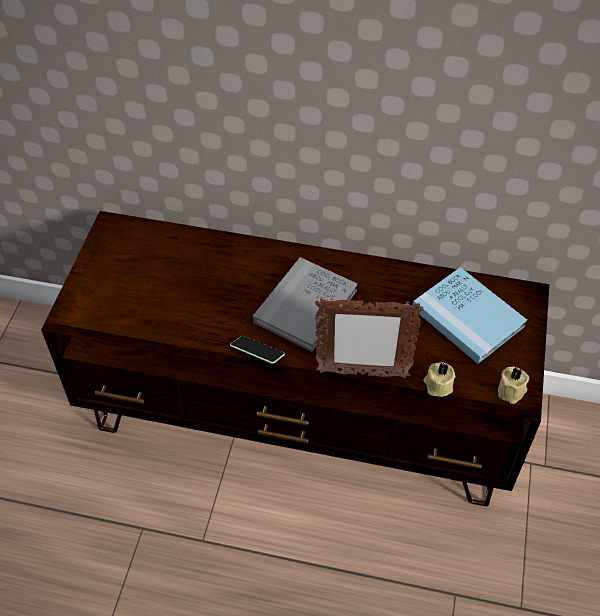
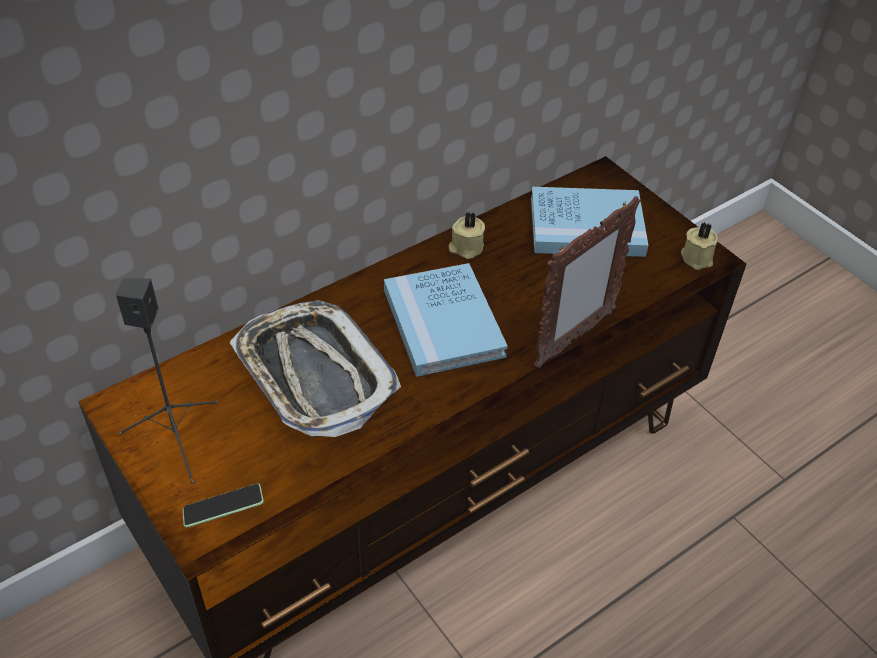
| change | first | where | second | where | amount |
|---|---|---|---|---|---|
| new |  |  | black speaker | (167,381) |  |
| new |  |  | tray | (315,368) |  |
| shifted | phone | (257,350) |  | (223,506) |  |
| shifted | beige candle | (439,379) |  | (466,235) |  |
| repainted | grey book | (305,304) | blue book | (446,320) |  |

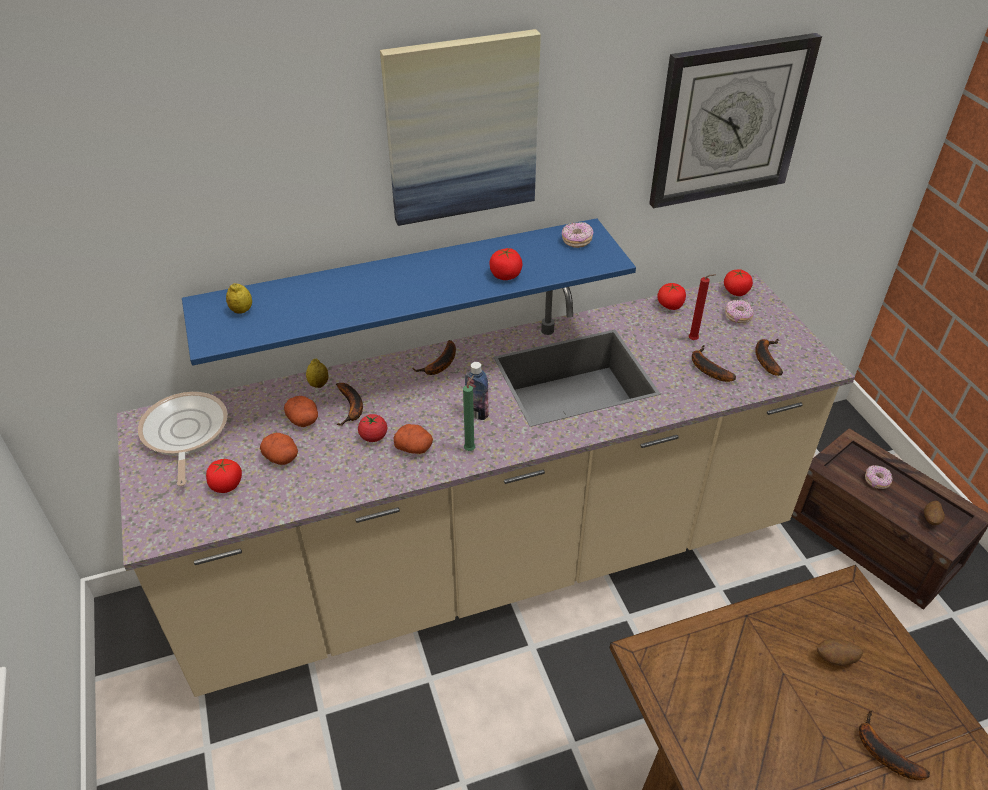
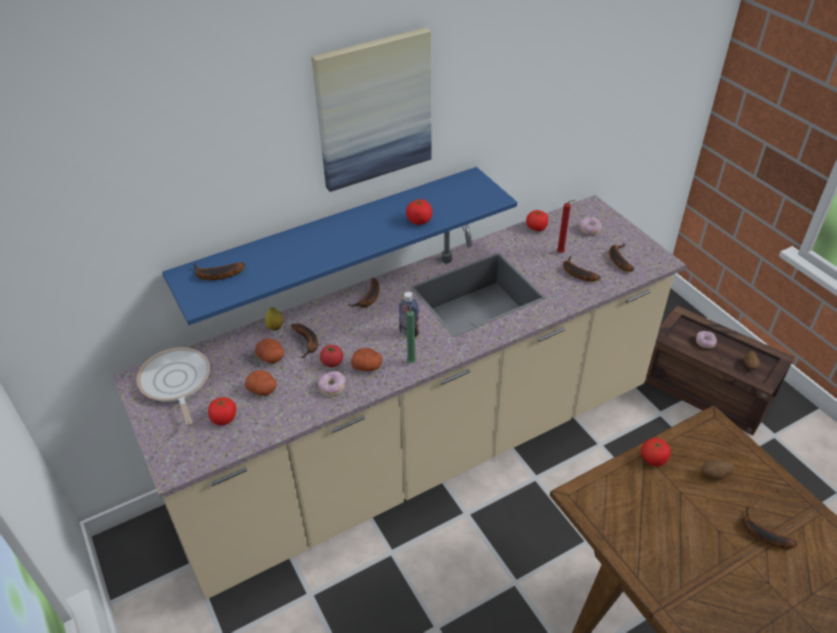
| change | first | where | second | where | amount |
|---|---|---|---|---|---|
| gone | wall clock | (735,120) |  |  |  |
| shifted | donut | (577,235) |  | (331,383) |  |
| shifted | tomato | (738,282) |  | (656,452) |  |
| swapped | lemon | (239,298) | banana | (219,271) |  |

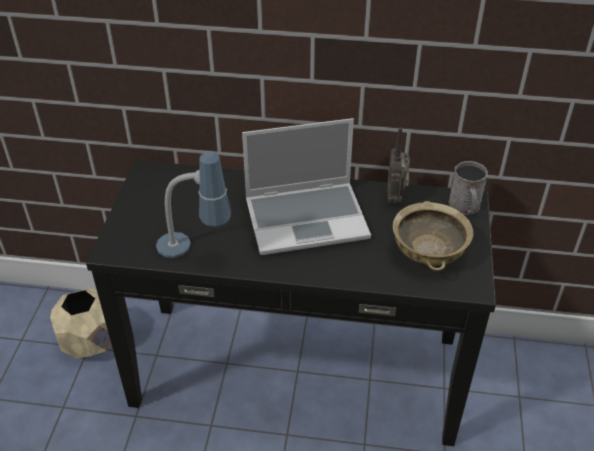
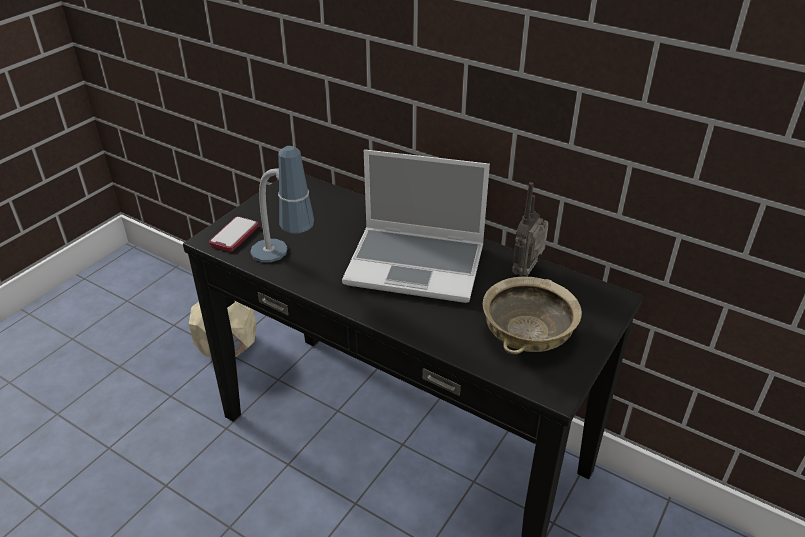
| change | first | where | second | where | amount |
|---|---|---|---|---|---|
| gone | grey mug | (468,188) |  |  |  |
| new |  |  | phone | (233,234) |  |

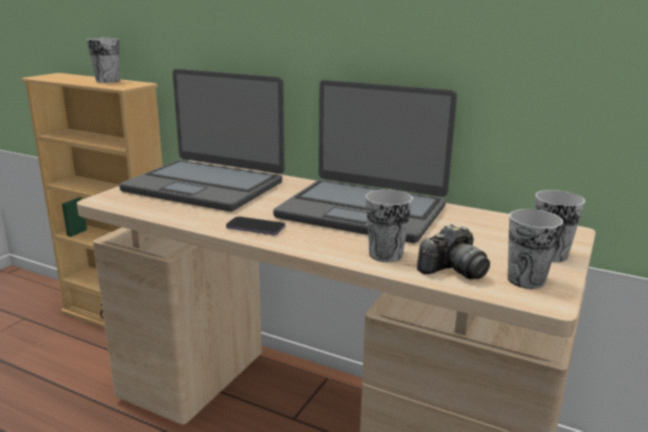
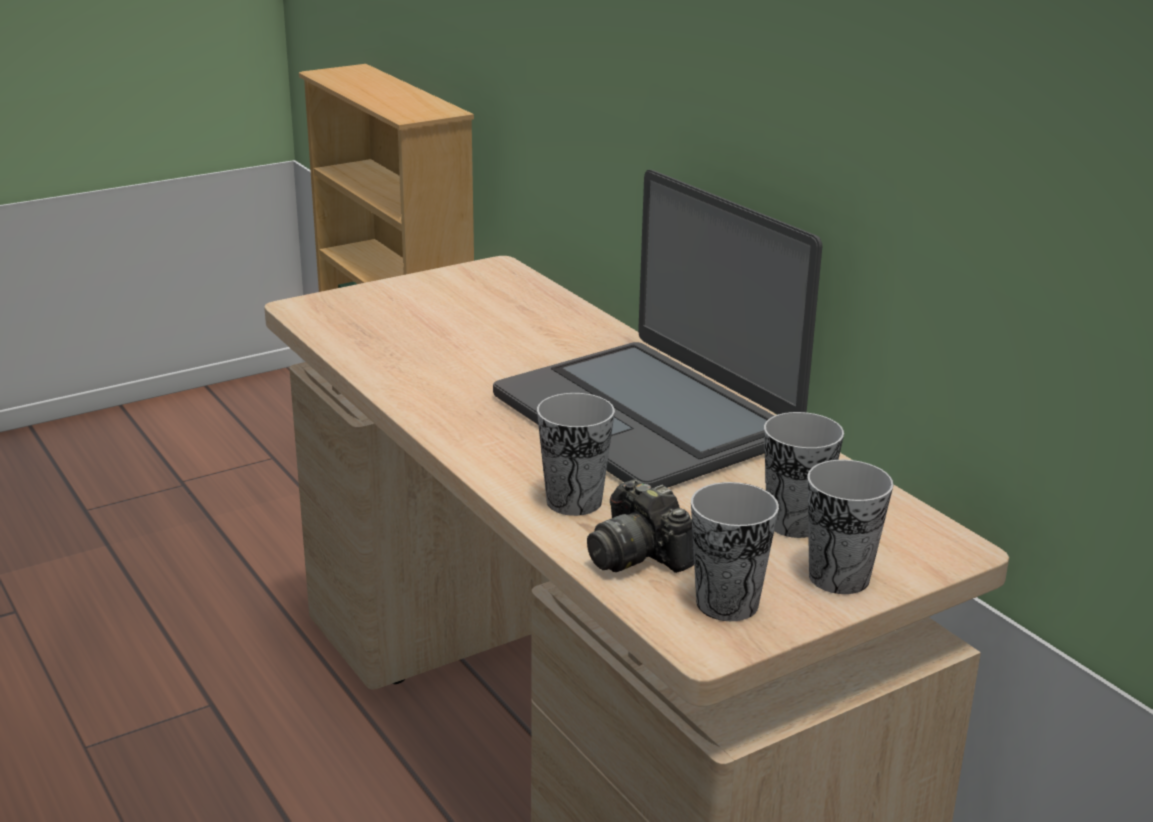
| change | first | where | second | where | amount |
|---|---|---|---|---|---|
| gone | laptop | (201,140) |  |  |  |
| gone | phone | (255,226) |  |  |  |
| shifted | cup | (103,60) |  | (804,475) |  |
| rotated | photo camera | (453,251) |  | (640,526) | 60 degrees clockwise |

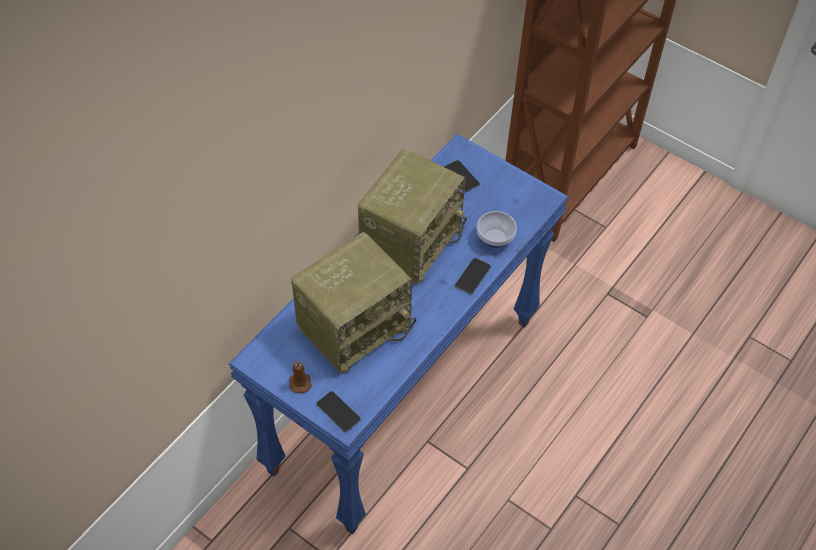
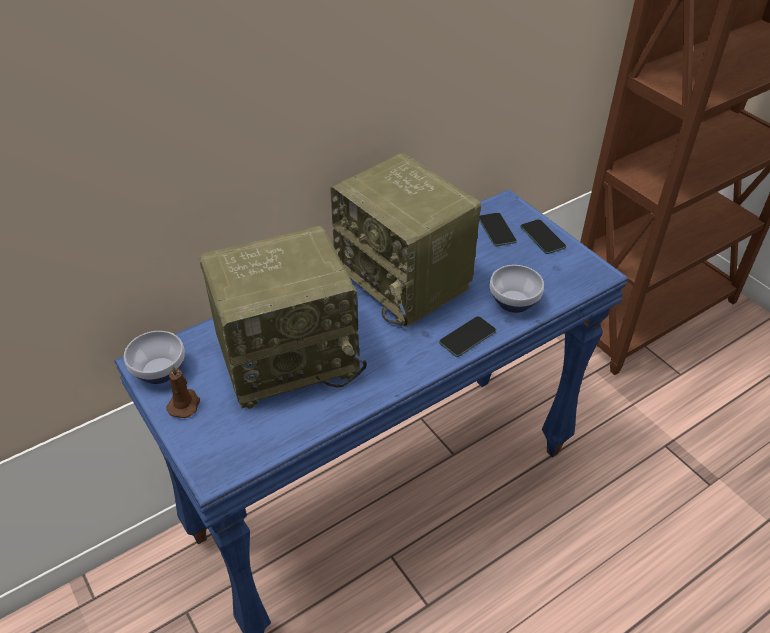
| change | first | where | second | where | amount |
|---|---|---|---|---|---|
| new |  |  | bowl | (154,357) |  |
| shifted | phone | (338,411) |  | (543,236) |  |
| rotated | radio | (412,216) |  | (405,240) | 90 degrees clockwise |

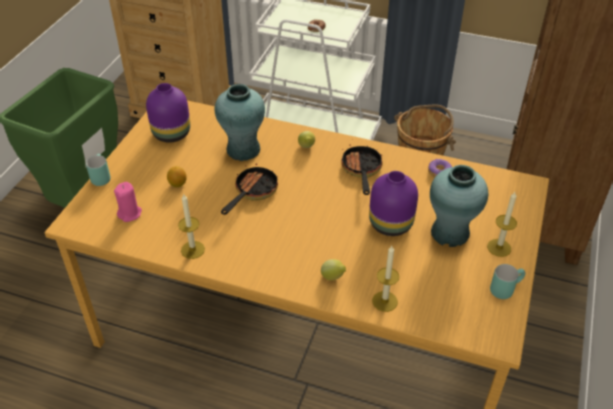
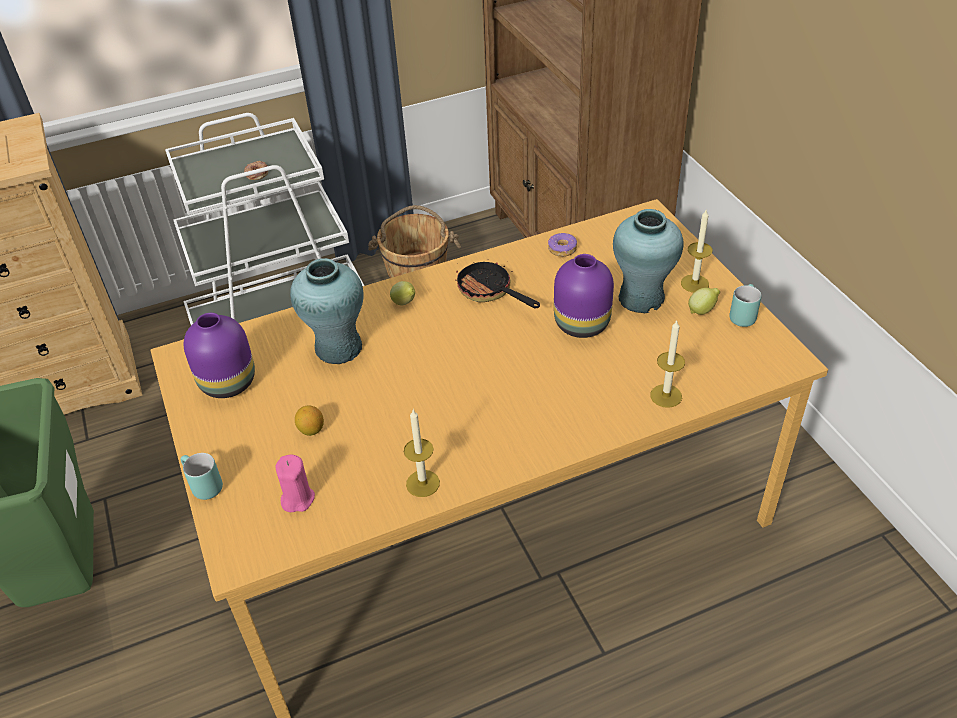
| change | first | where | second | where | amount |
|---|---|---|---|---|---|
| gone | frying pan | (249,189) |  |  |  |
| shifted | lemon | (333,270) |  | (704,301) |  |

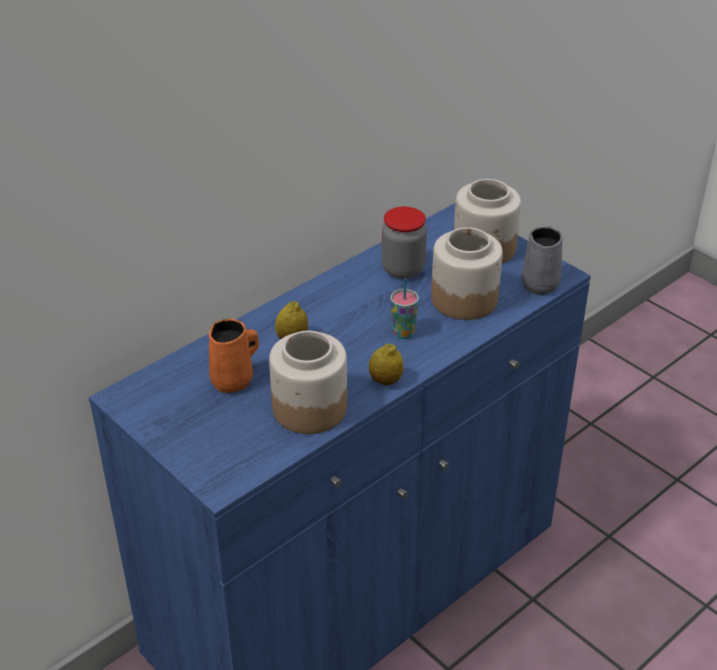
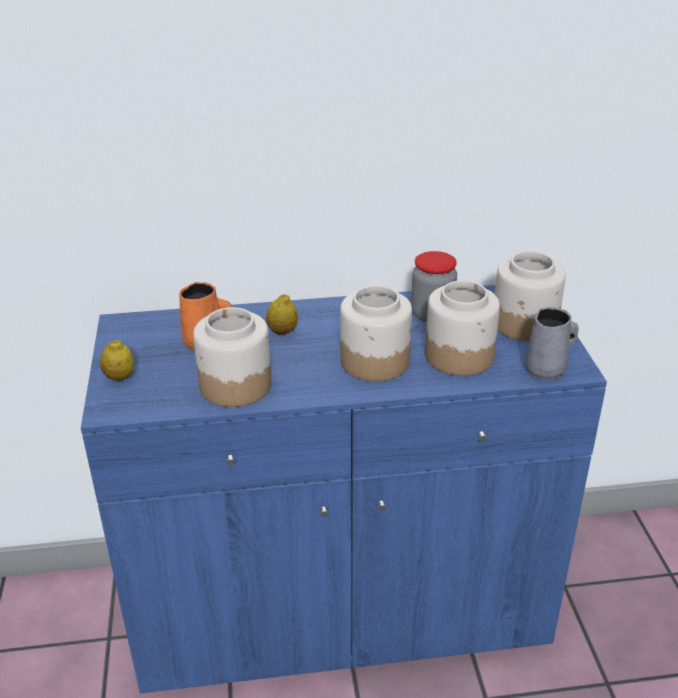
| change | first | where | second | where | amount |
|---|---|---|---|---|---|
| shifted | lemon | (386,364) |  | (117,360) |  |
| swapped | cup | (404,308) | jar | (376,333) |  |

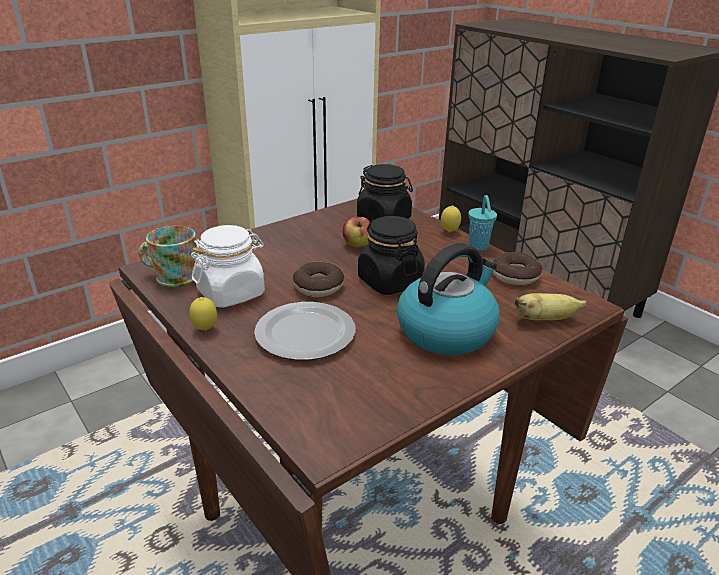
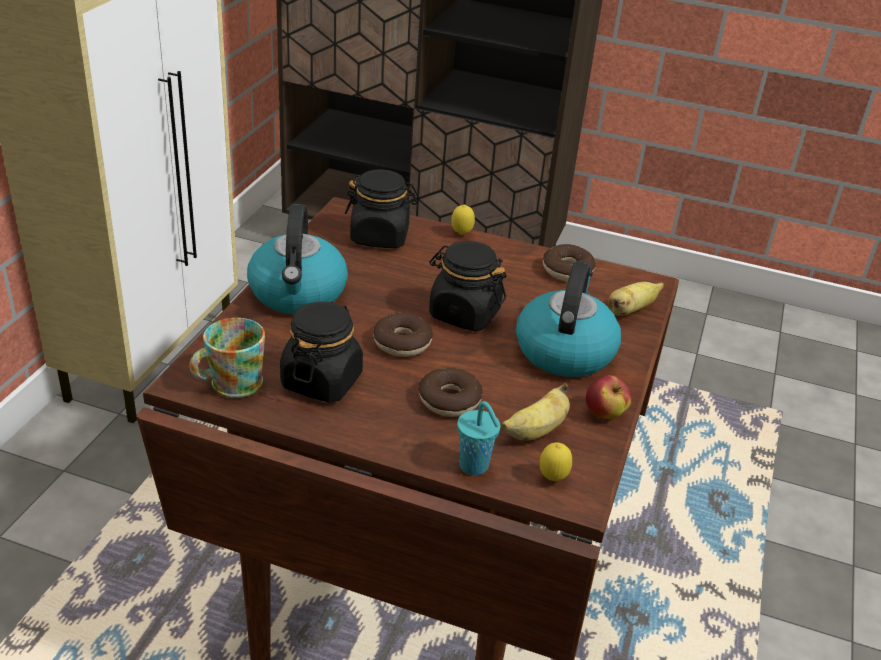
| change | first | where | second | where | amount |
|---|---|---|---|---|---|
| new |  |  | kettle | (297,259) |  |
| new |  |  | banana | (535,412) |  |
| shifted | lemon | (203,314) |  | (555,462) |  |
| shifted | apple | (356,232) |  | (609,397) |  |
| shifted | turquoise cup | (482,223) |  | (478,438) |  |
| swapped | plate | (305,331) | donut | (451,392) |  |
| repainted | white jar | (228,266) | black jar | (321,352) |  |

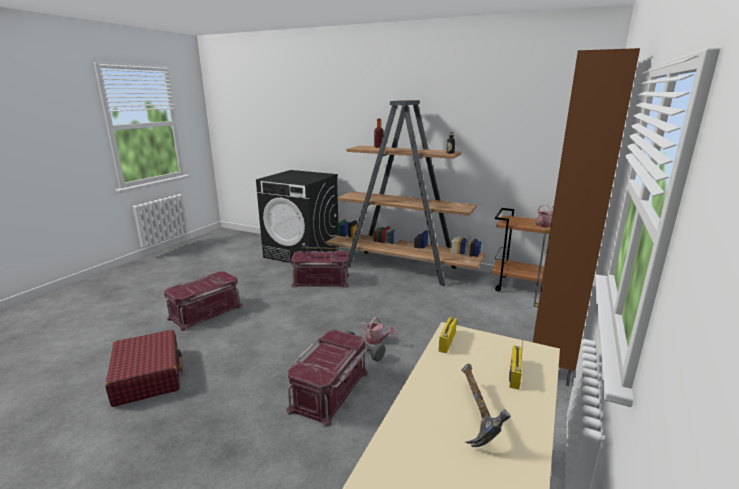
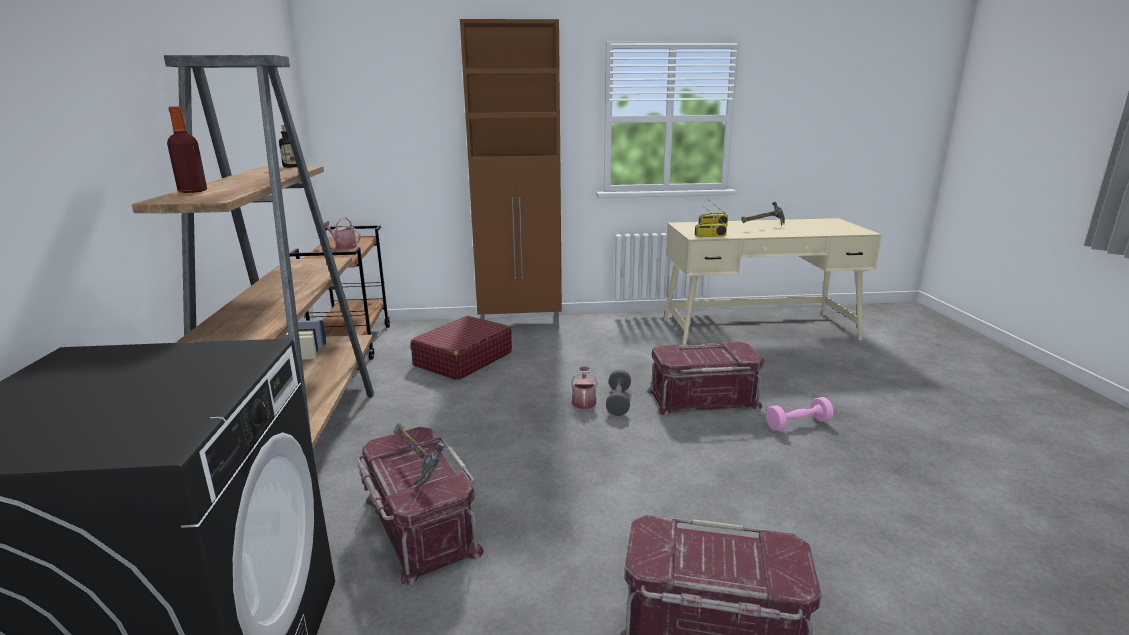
| change | first | where | second | where | amount |
|---|---|---|---|---|---|
| new |  |  | pink dumbbell | (799,414) |  |
| shifted | red suitcase | (144,368) |  | (461,348) |  |

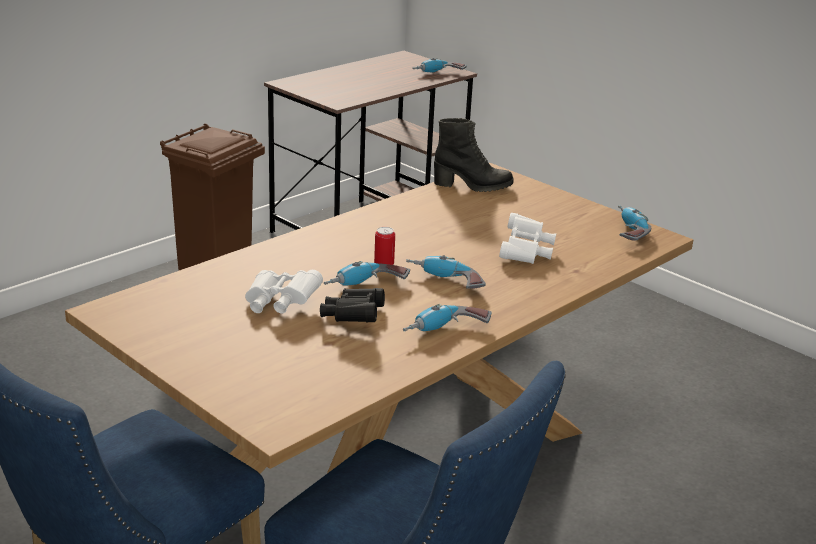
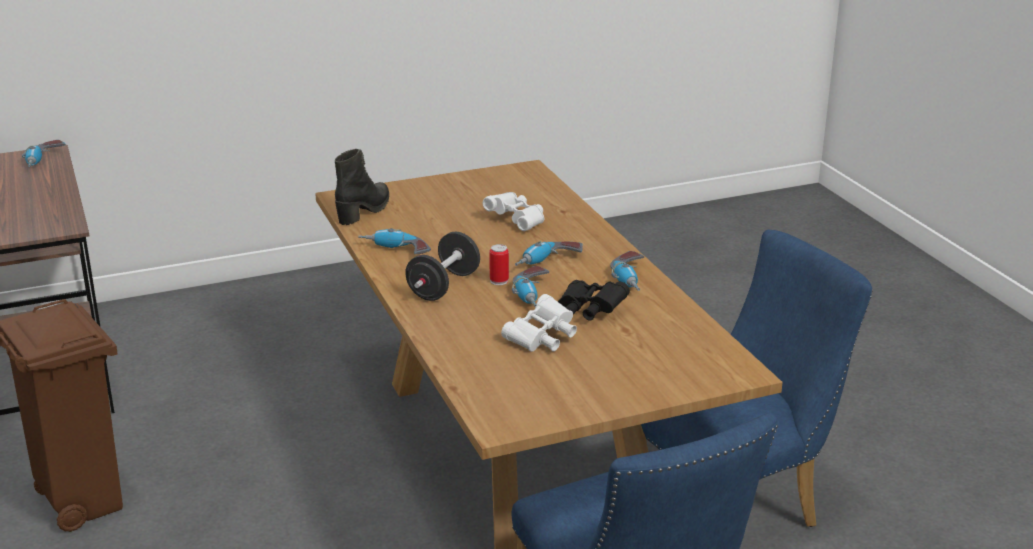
| change | first | where | second | where | amount |
|---|---|---|---|---|---|
| new |  |  | black dumbbell | (442,266) |  |
| shifted | power drill | (634,223) |  | (394,241) |  |

